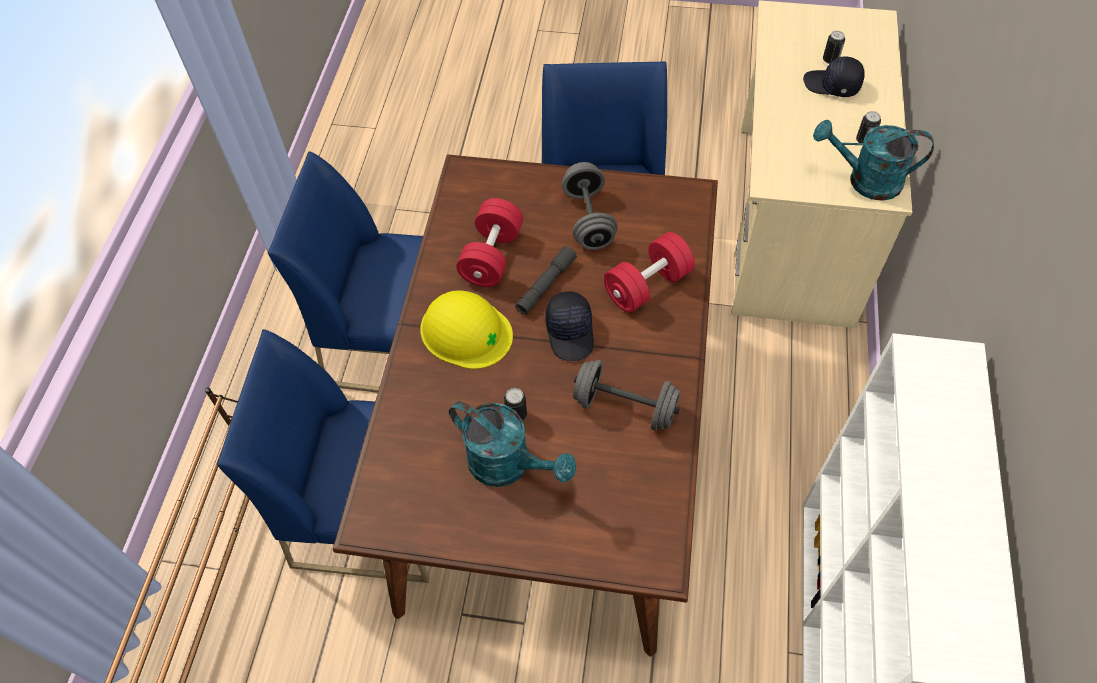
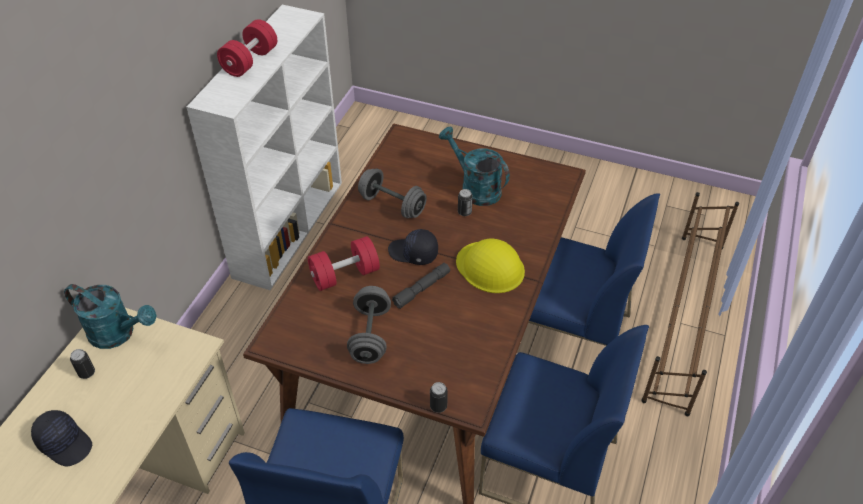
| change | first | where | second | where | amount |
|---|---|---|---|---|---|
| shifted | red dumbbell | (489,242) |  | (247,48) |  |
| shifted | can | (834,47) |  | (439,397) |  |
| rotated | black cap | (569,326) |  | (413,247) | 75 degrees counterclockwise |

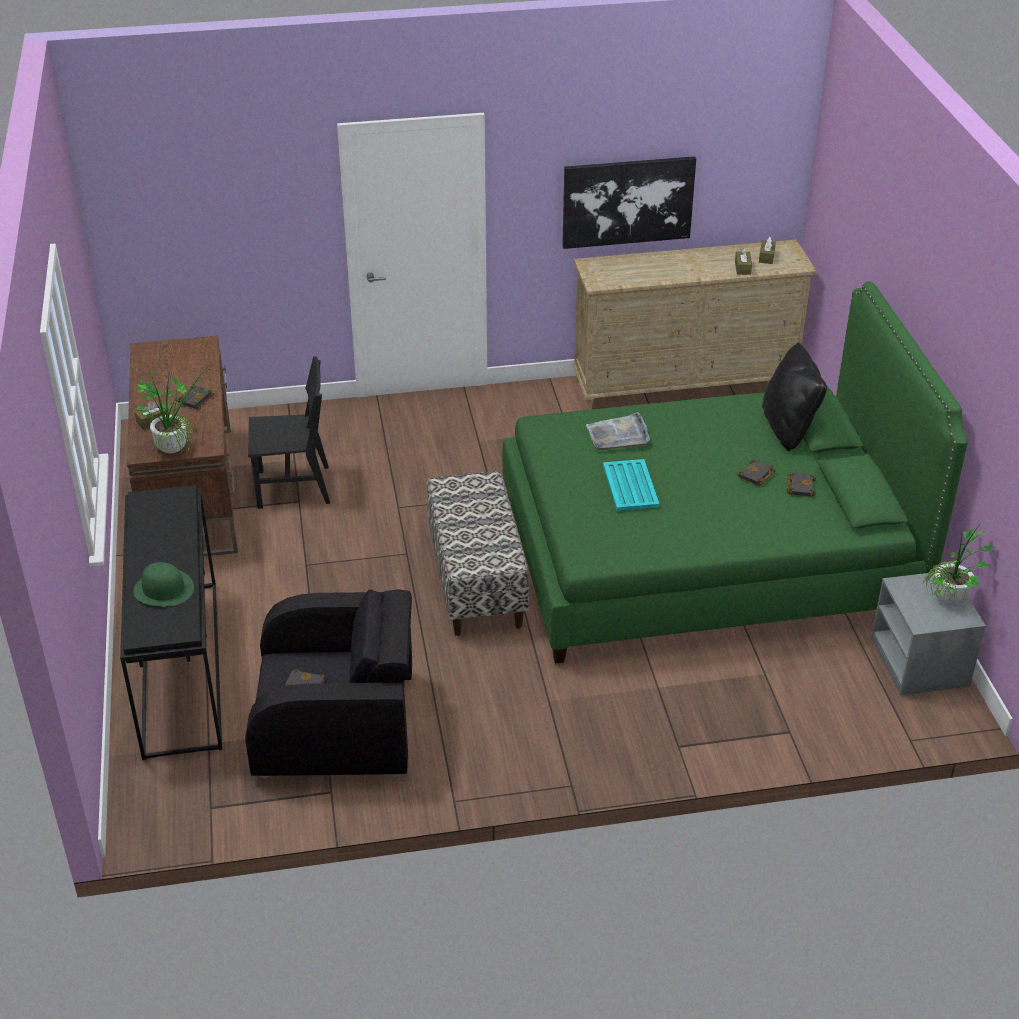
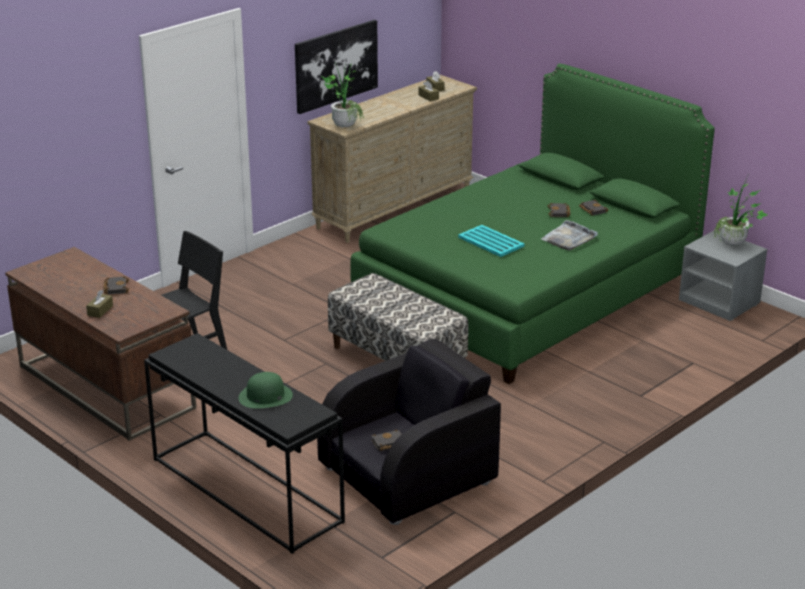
| change | first | where | second | where | amount |
|---|---|---|---|---|---|
| gone | black pillow | (794,396) |  |  |  |
| shifted | potted plant | (173,408) |  | (342,94) |  |
| shifted | grey tray | (618,431) |  | (569,235) |  |

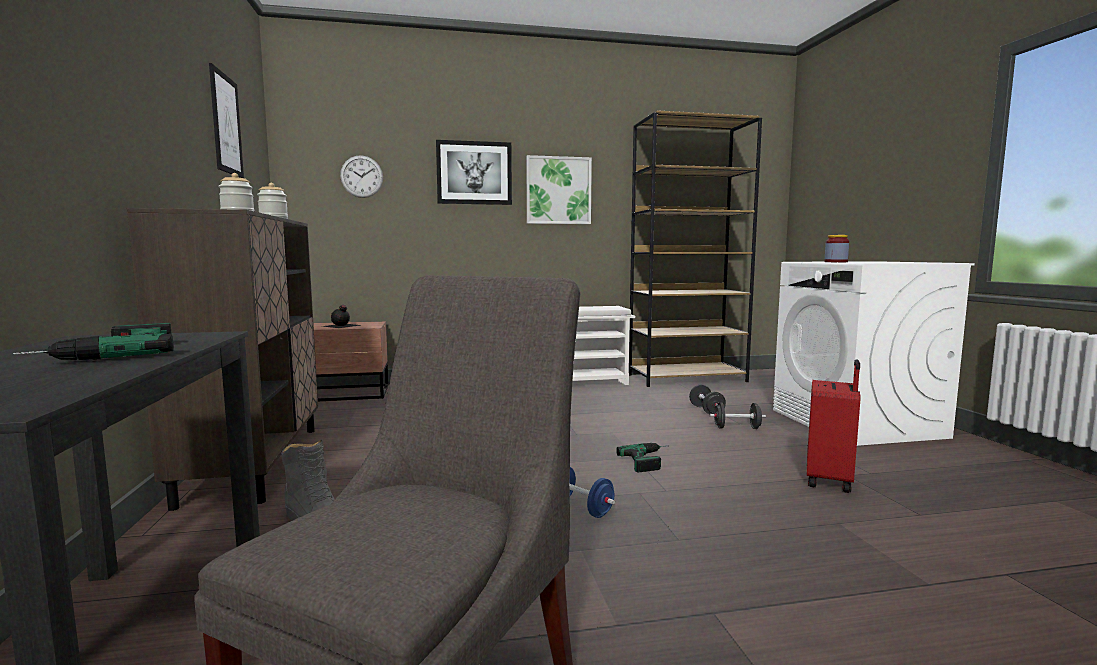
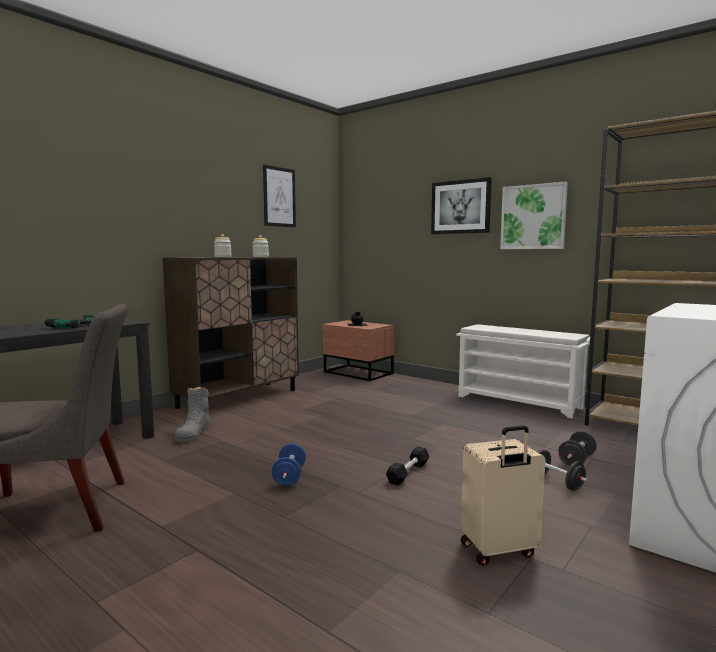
| change | first | where | second | where | amount |
|---|---|---|---|---|---|
| gone | wall clock | (361,176) |  |  |  |
| gone | jar | (836,248) |  |  |  |
| swapped | power drill | (641,457) | black dumbbell | (407,465) |  |
| repainted | red suitcase | (834,426) | beige suitcase | (503,495) |  |

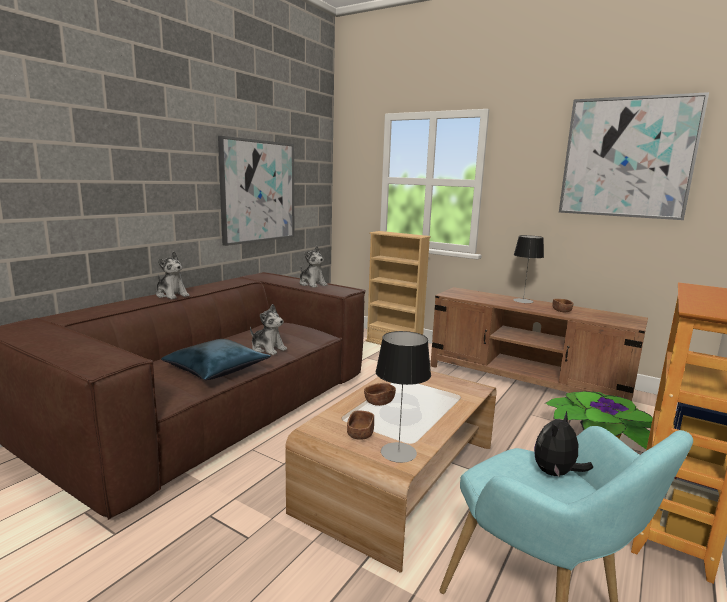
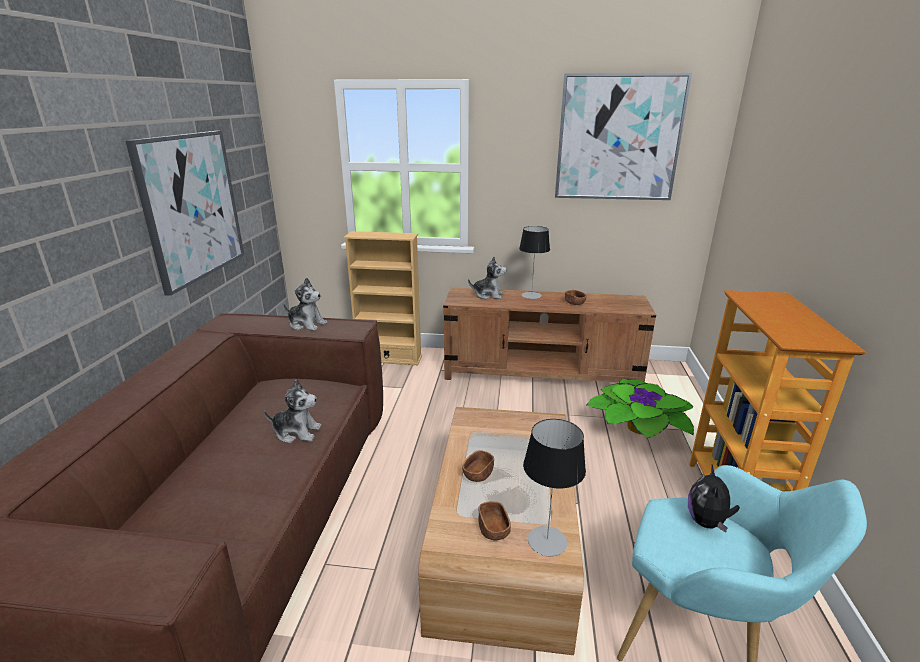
| change | first | where | second | where | amount |
|---|---|---|---|---|---|
| gone | blue pillow | (216,359) |  |  |  |
| shifted | plush toy | (173,275) |  | (487,278) |  |

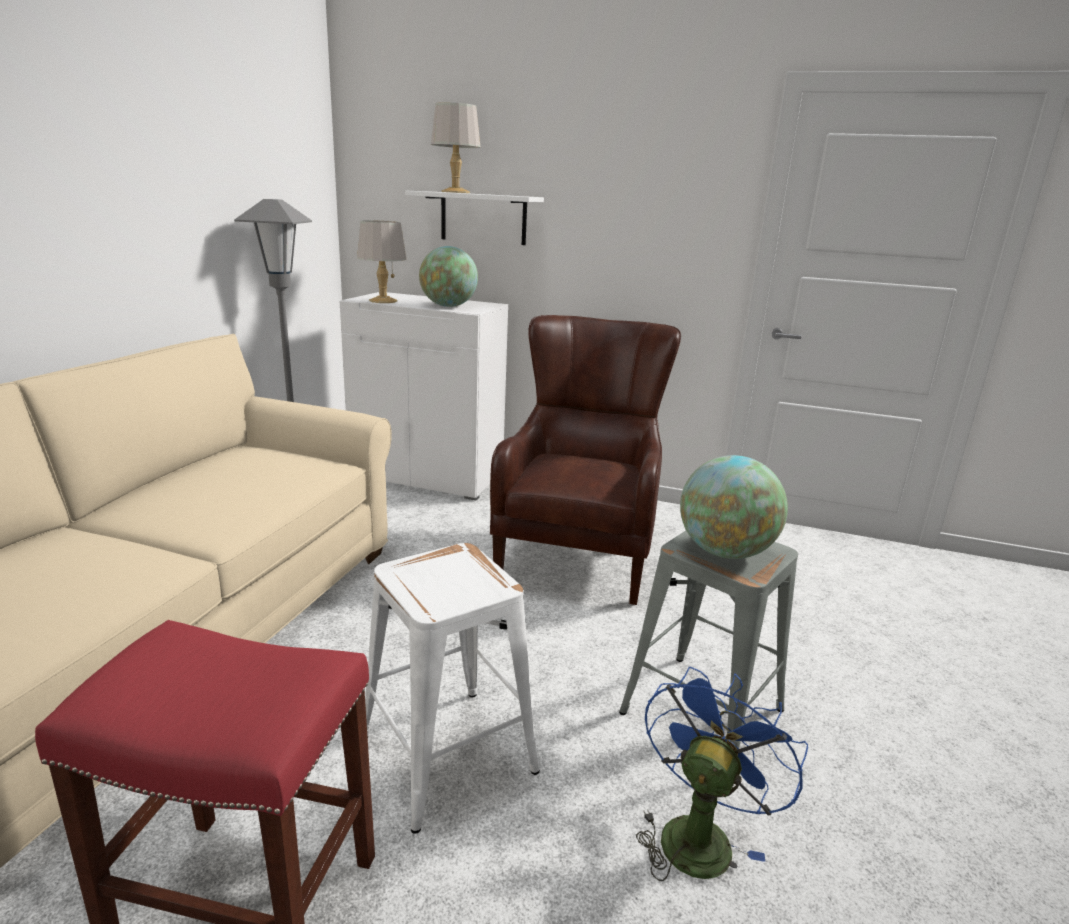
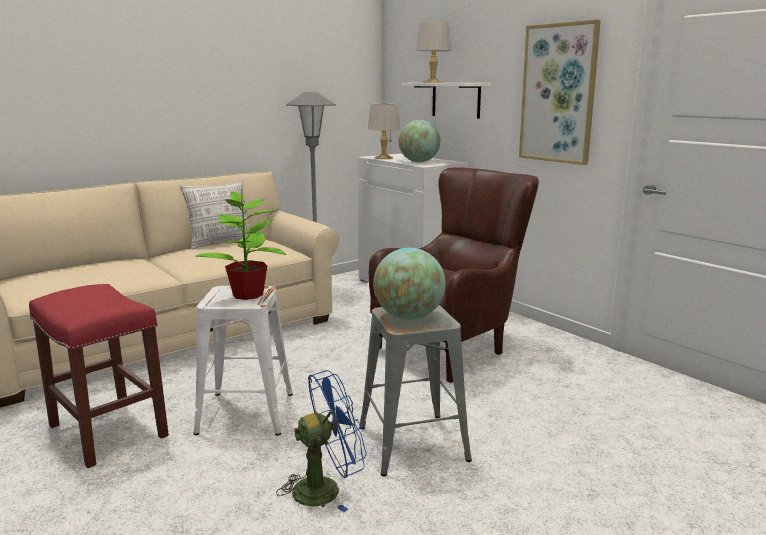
| change | first | where | second | where | amount |
|---|---|---|---|---|---|
| new |  |  | pillow | (215,214) |  |
| new |  |  | potted plant | (240,245) |  |
| new |  |  | picture | (560,92) |  |

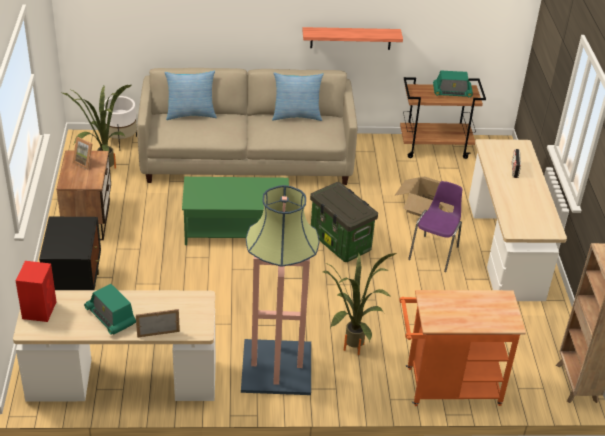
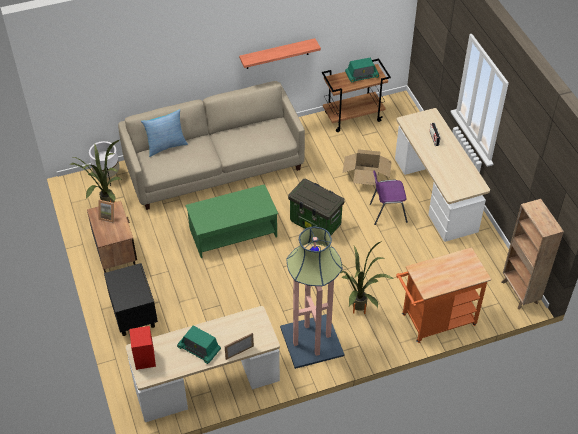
| change | first | where | second | where | amount |
|---|---|---|---|---|---|
| gone | pillow | (298,97) |  |  |  |
| rotated | purple chair | (435,226) |  | (389,198) | 105 degrees counterclockwise |

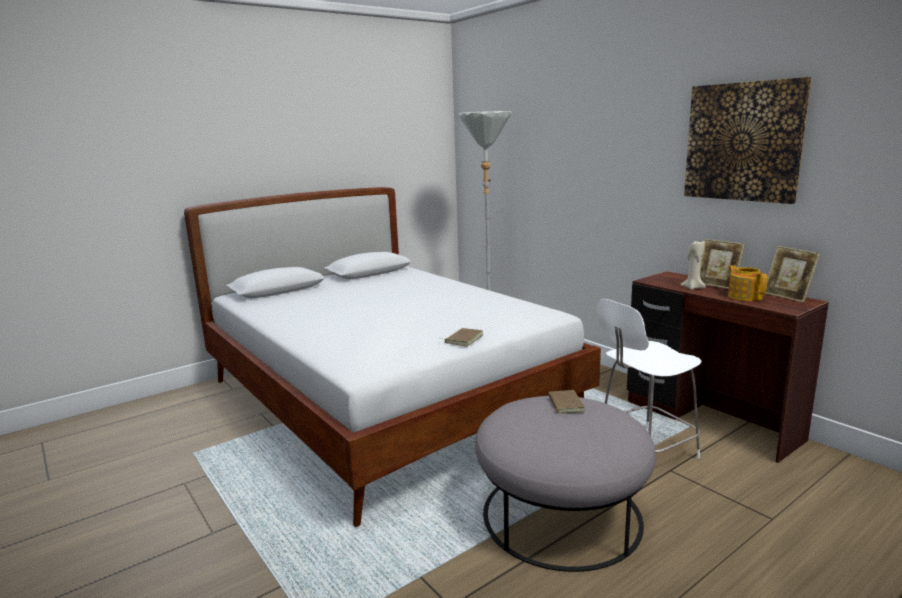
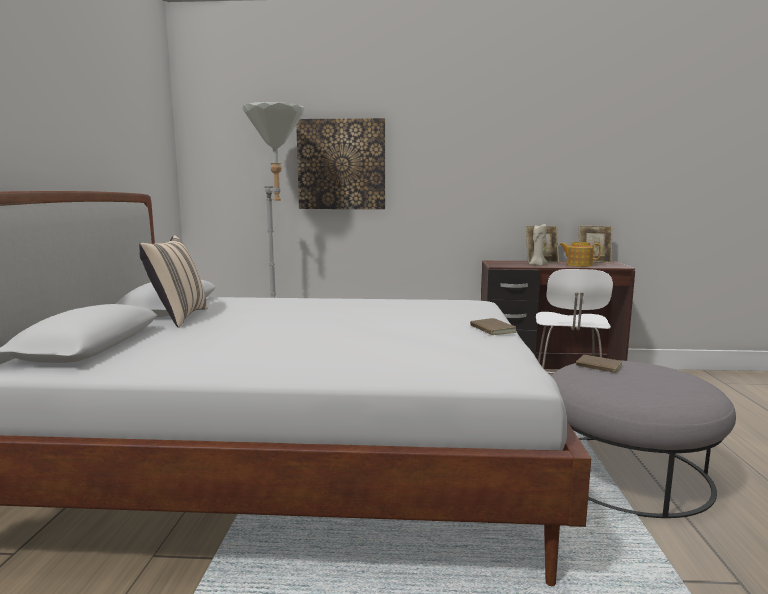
| change | first | where | second | where | amount |
|---|---|---|---|---|---|
| new |  |  | beige pillow | (173,281) |  |
| shifted | picture | (748,140) |  | (340,163) |  |

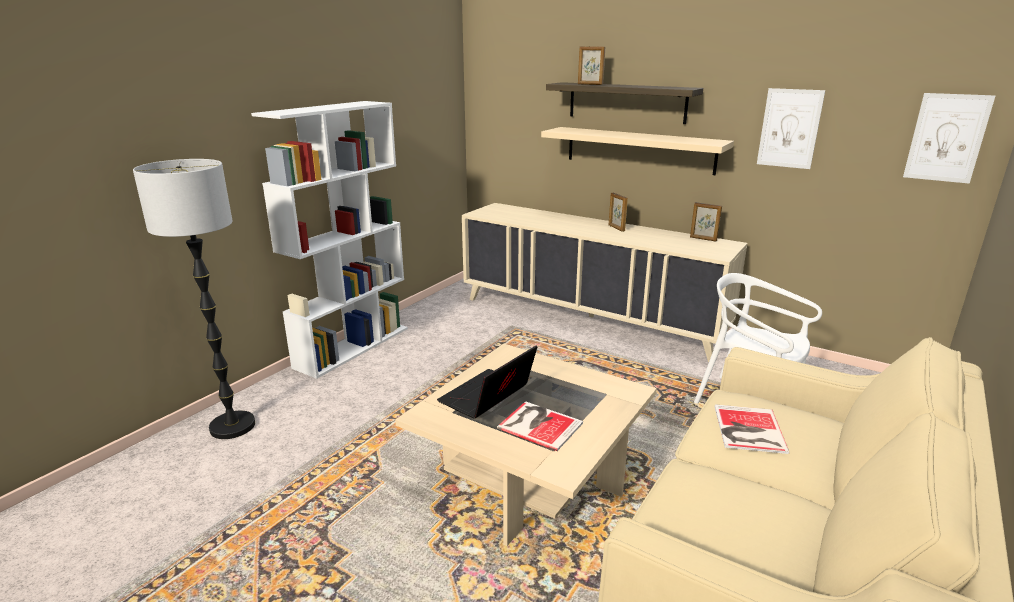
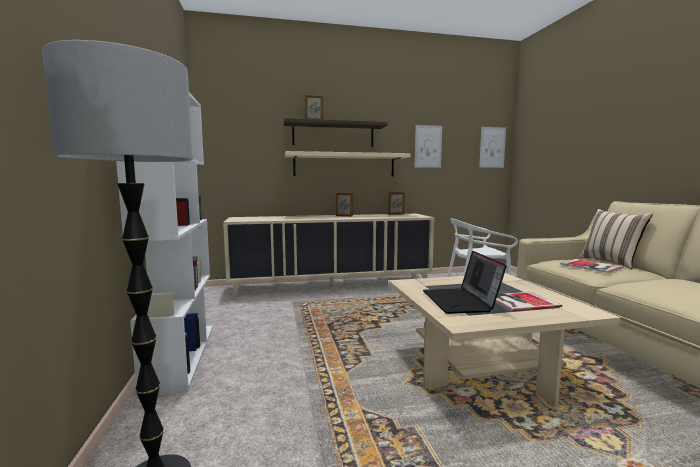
| change | first | where | second | where | amount |
|---|---|---|---|---|---|
| new |  |  | beige pillow | (616,239) |  |

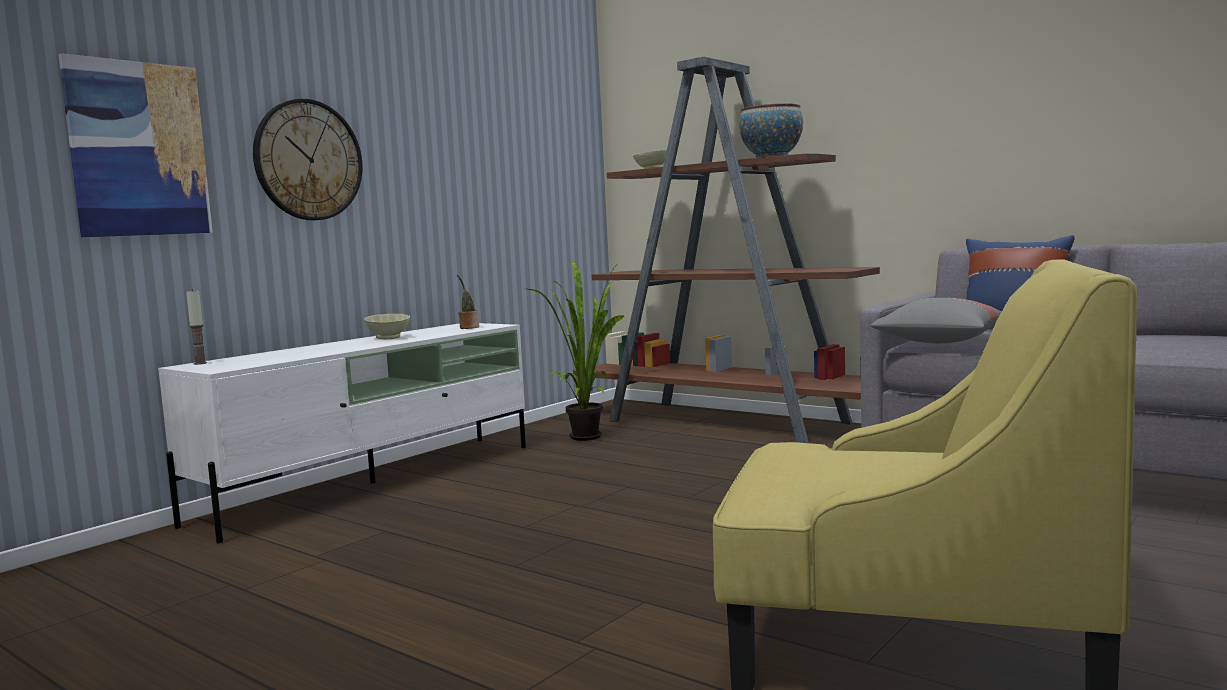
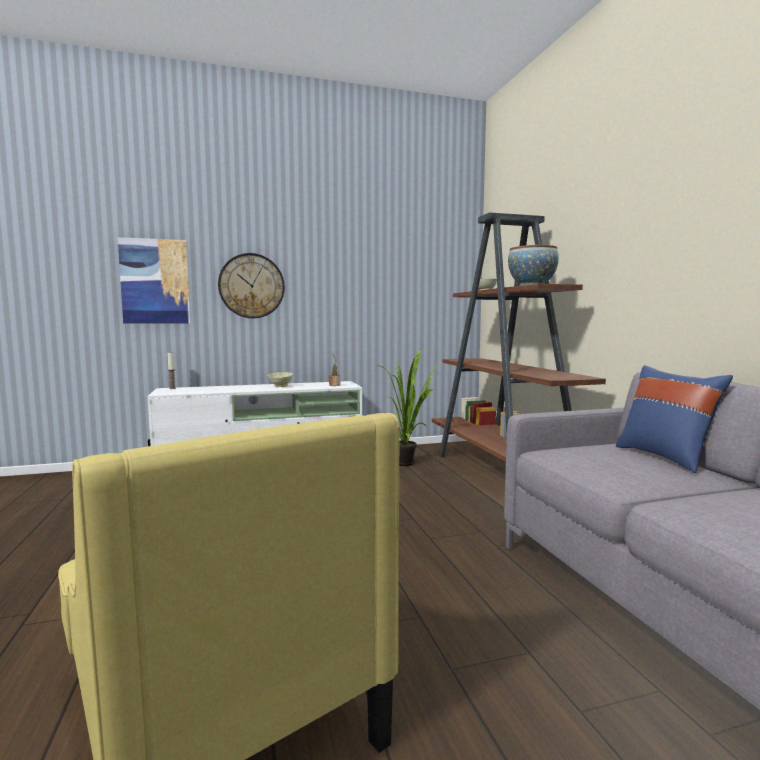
| change | first | where | second | where | amount |
|---|---|---|---|---|---|
| gone | grey pillow | (936,320) |  |  |  |

